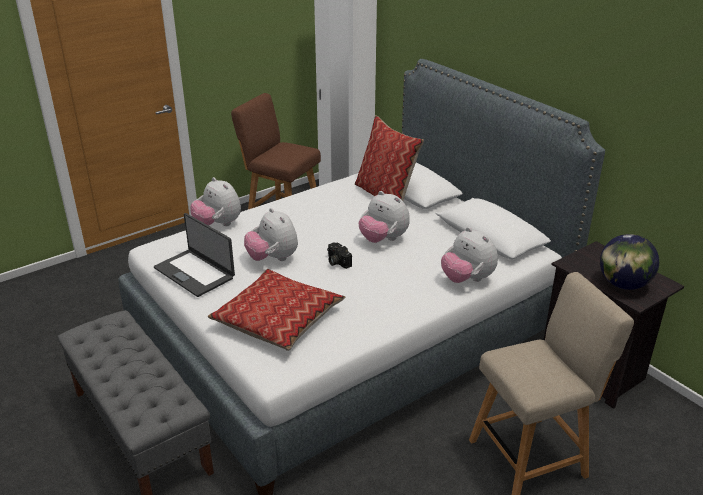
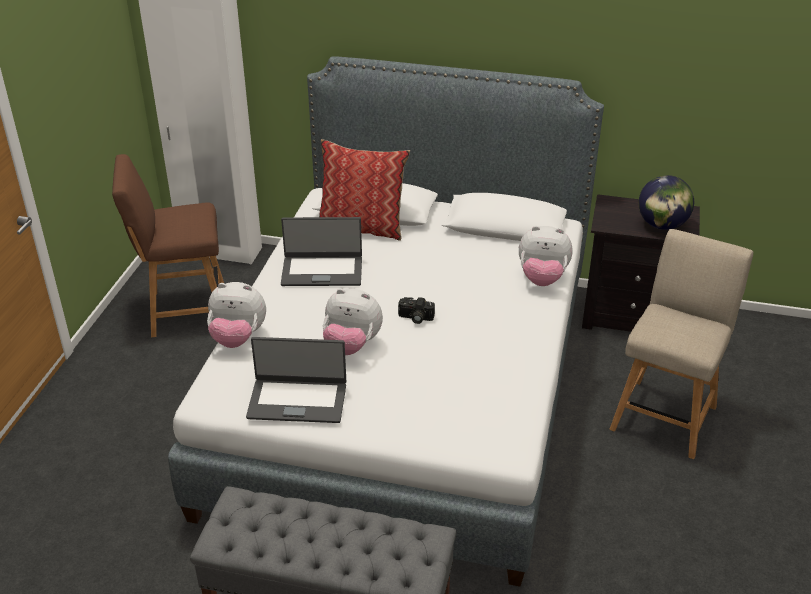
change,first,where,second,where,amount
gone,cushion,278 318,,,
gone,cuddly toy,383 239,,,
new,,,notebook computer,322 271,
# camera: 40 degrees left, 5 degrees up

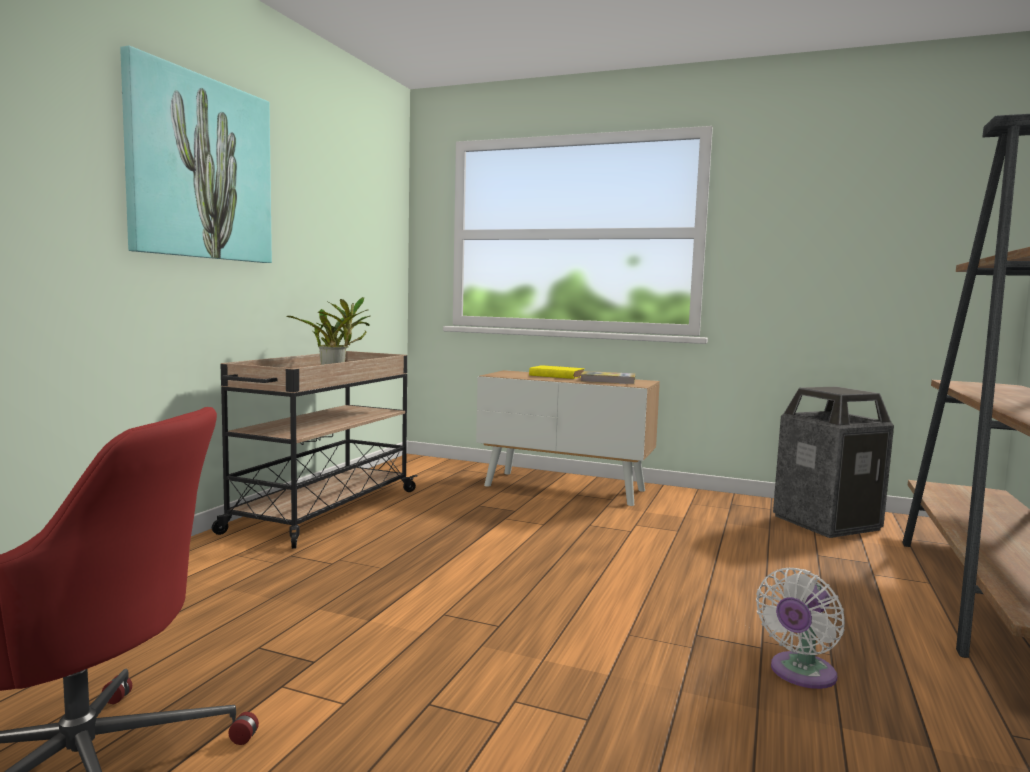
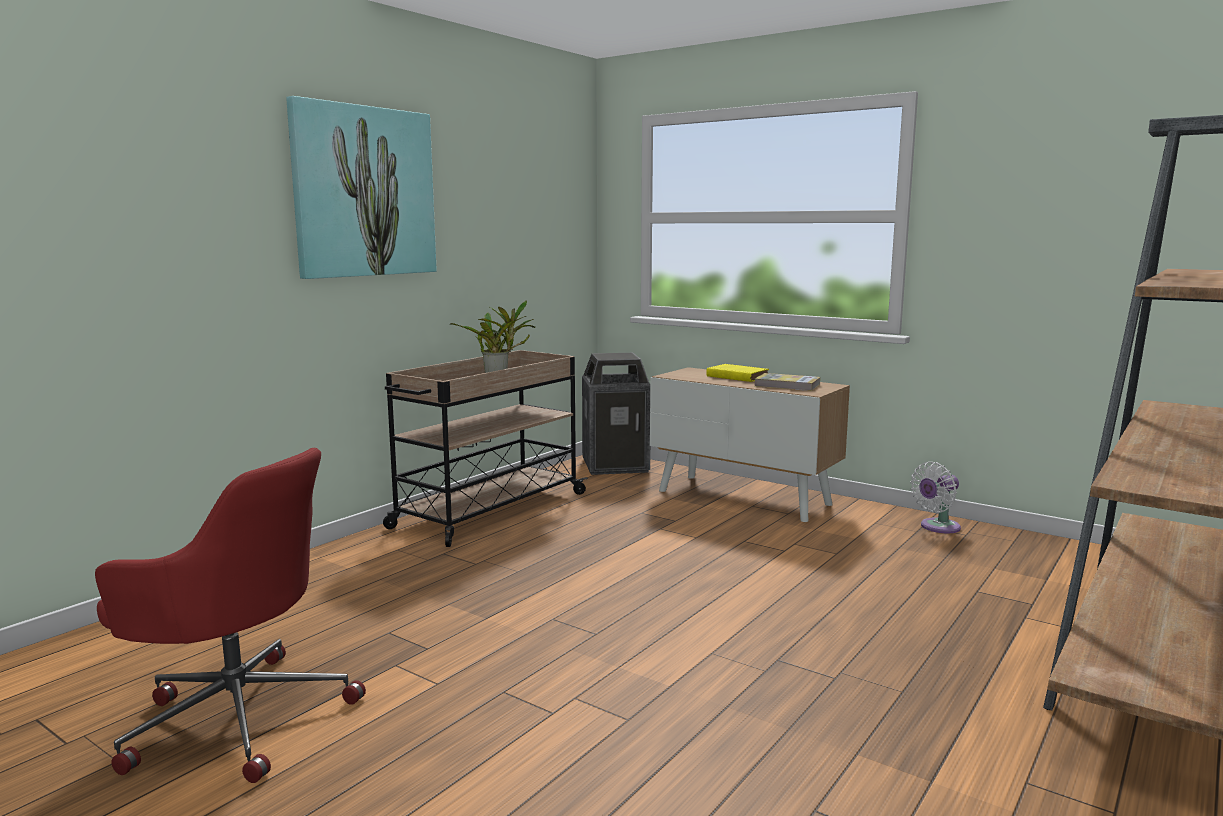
change,first,where,second,where,amount
shifted,fan/white,800 674,,937 527,
shifted,rubbish bin,826 523,,615 465,
# camera: 15 degrees right, 5 degrees up

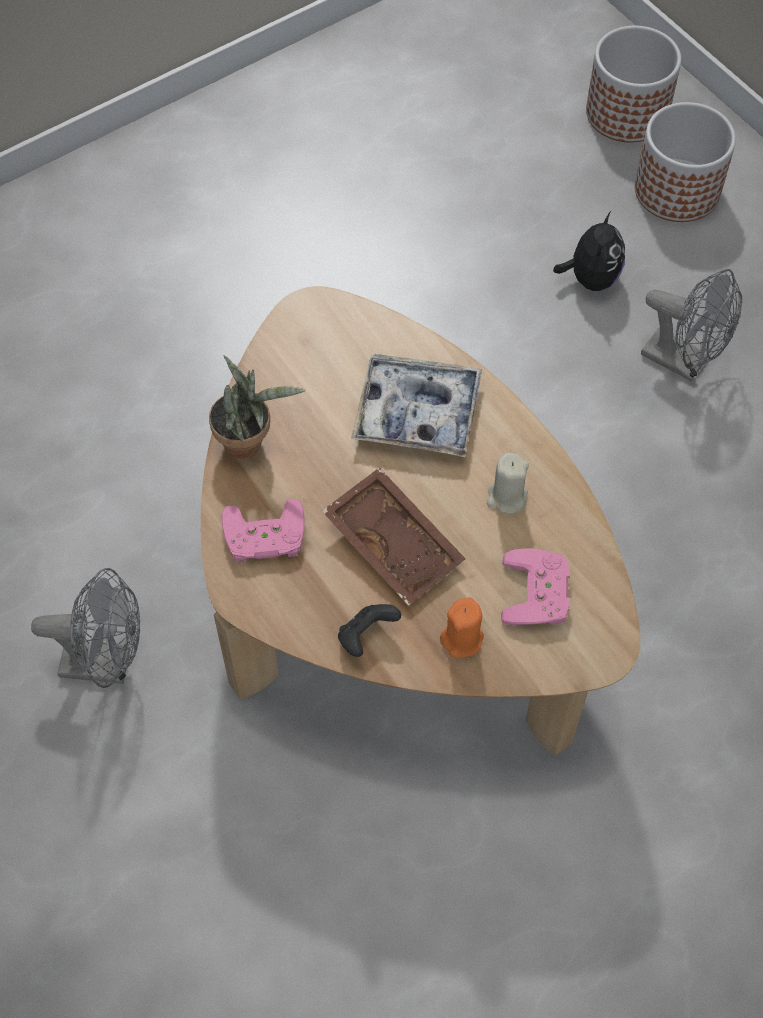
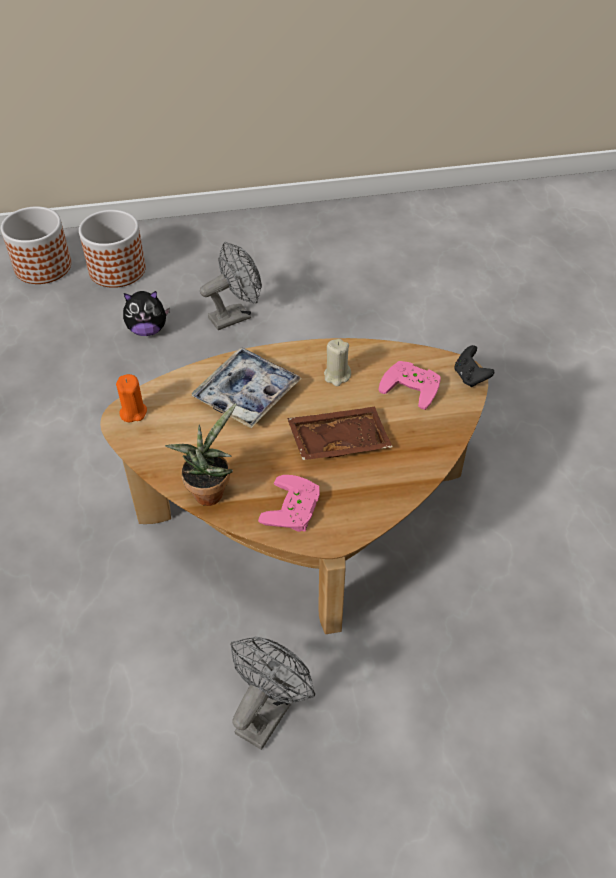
change,first,where,second,where,amount
shifted,game controller/blackish,366 636,,470 377,
shifted,wax light/orange,462 639,,133 412,
rotated,cuddly toy,590 278,,147 330,135 degrees clockwise
# camera: 65 degrees left, 10 degrees down

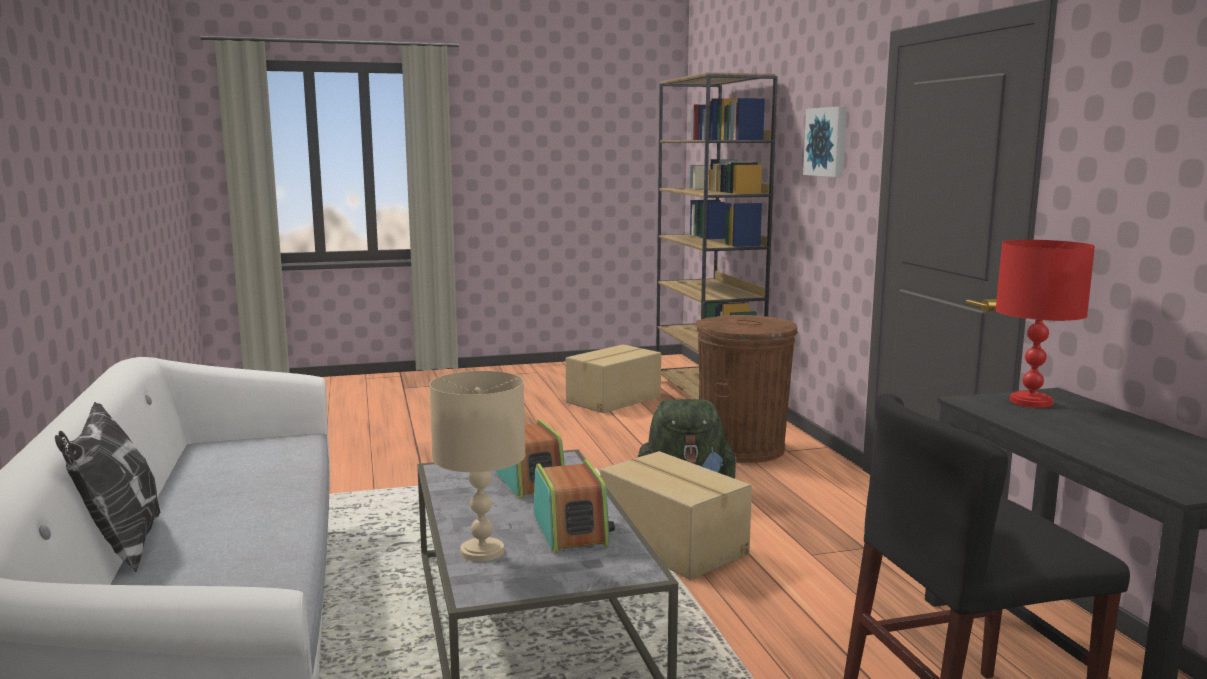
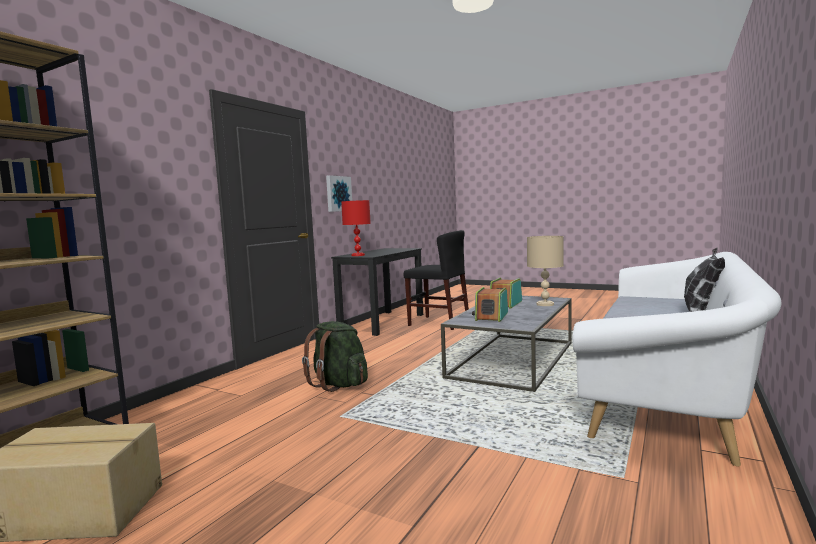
change,first,where,second,where,amount
gone,packing box,673 544,,,
gone,rubbish bin/brownish,742 448,,,
shifted,picture,827 142,,338 194,
# camera: 135 degrees left, 5 degrees down

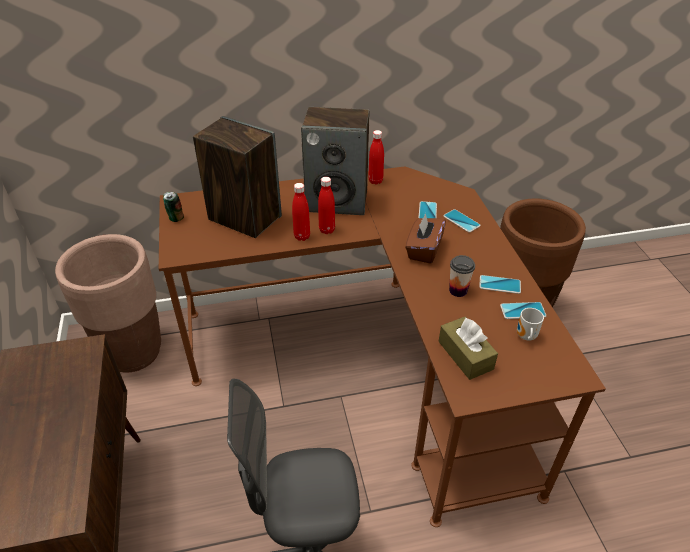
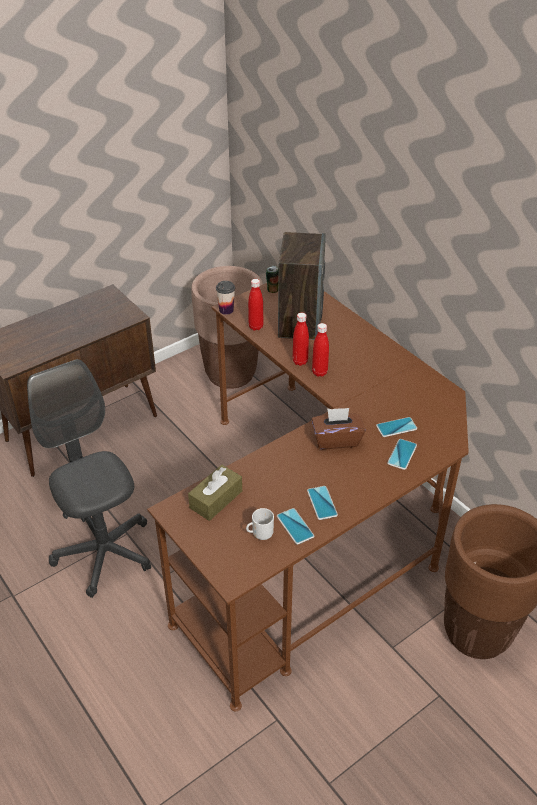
change,first,where,second,where,amount
gone,audio speaker,337 201,,,
shifted,drink bottle/red-coloured,375 181,,256 327,
shifted,cup,458 290,,226 310,
# camera: 65 degrees right, 0 degrees up

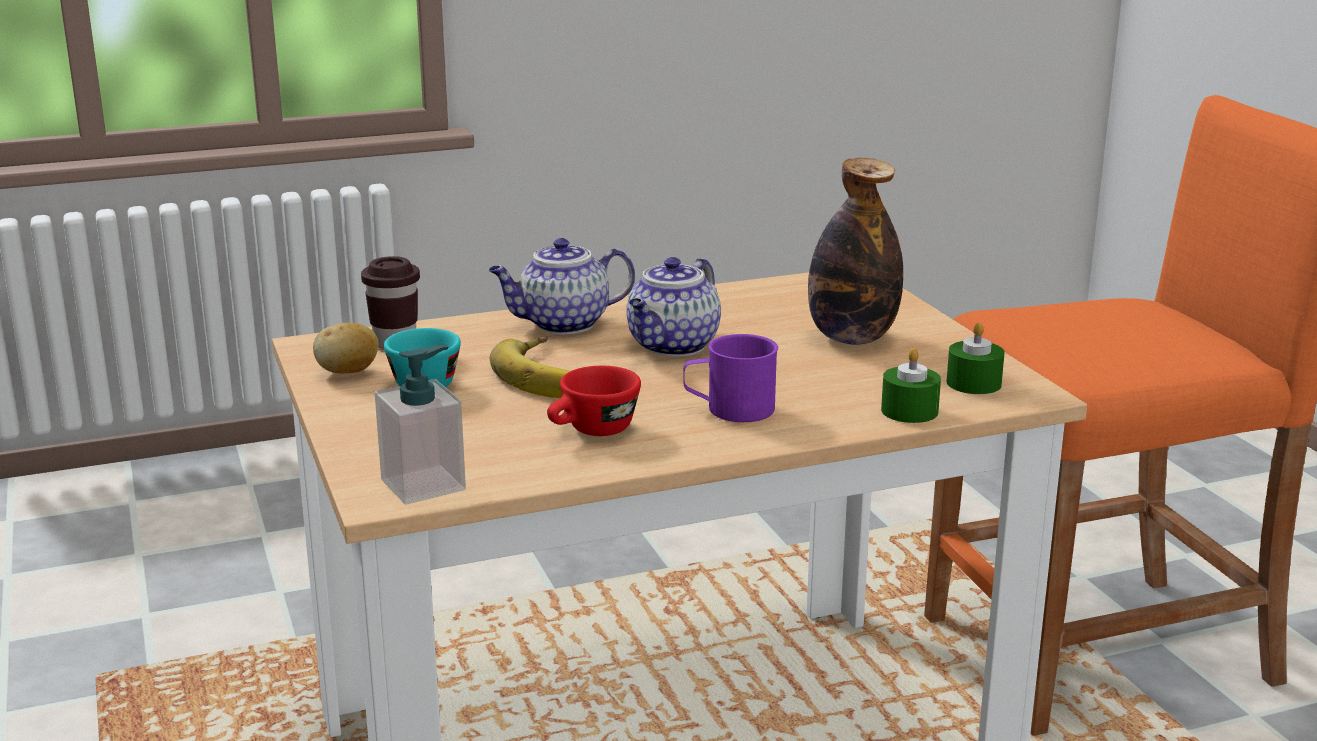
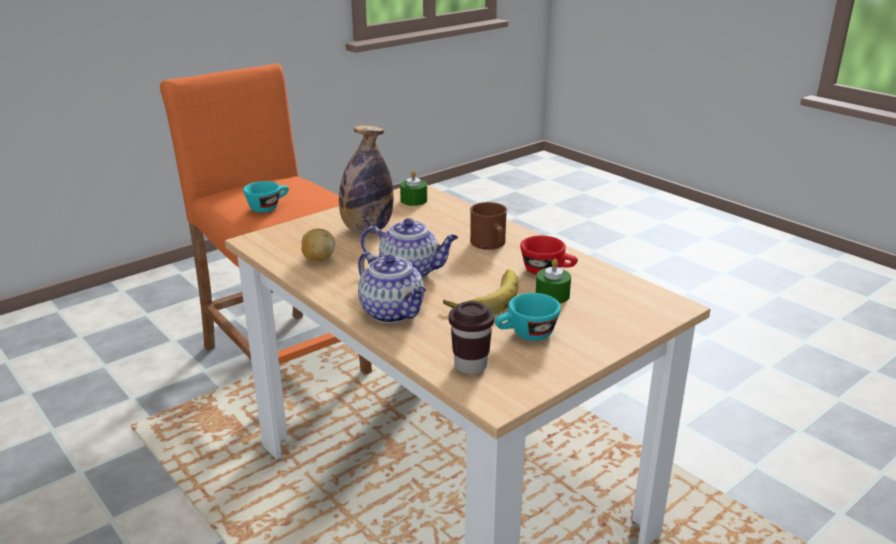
change,first,where,second,where,amount
shifted,whole potato,348 372,,318 259,
gone,liquid soap bottle,423 485,,,
repainted,tea mug/purple-coloured,729 409,tea mug/brownish,490 245,
shifted,wax light/green,909 411,,552 295,
new,,,cup/turquoise-coloured,268 207,
# camera: 110 degrees left, 5 degrees up

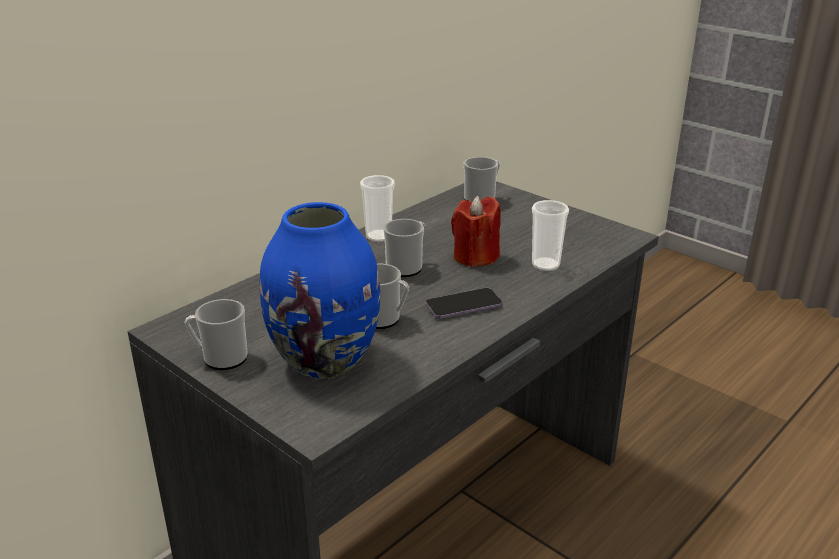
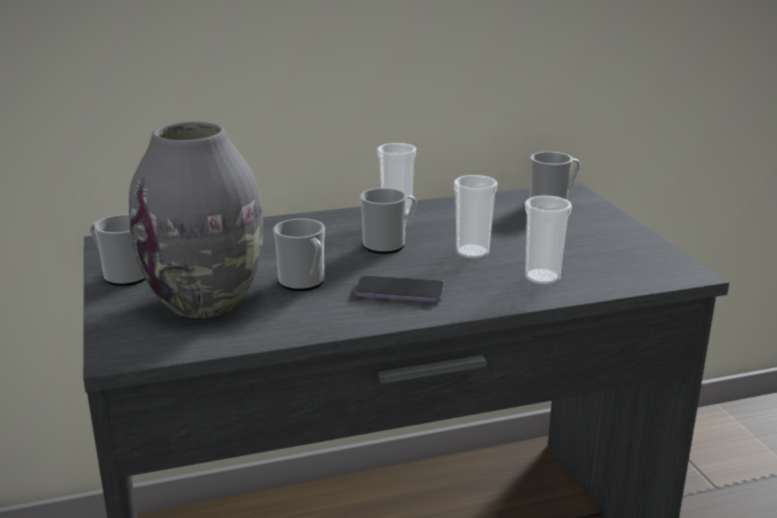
change,first,where,second,where,amount
repainted,decorative vase/bluish,326 360,decorative vase/greyish,206 301,
swapped,wax light/red-coloured,475 257,cup,472 252,
# camera: 30 degrees right, 5 degrees down

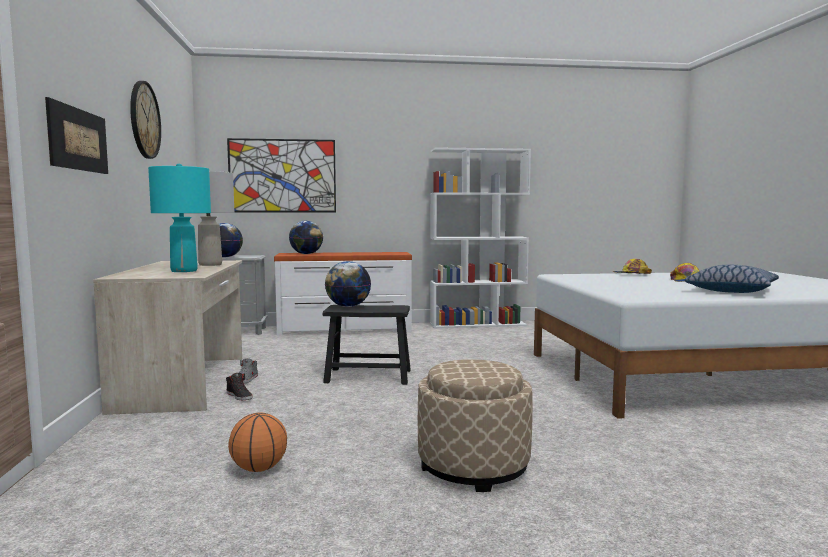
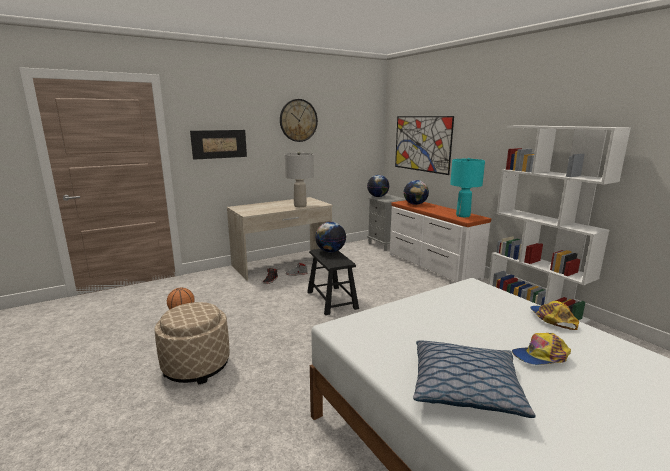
change,first,where,second,where,amount
shifted,tabletop lamp/turquoise-coloured,184 271,,463 215,
# camera: 65 degrees right, 10 degrees up

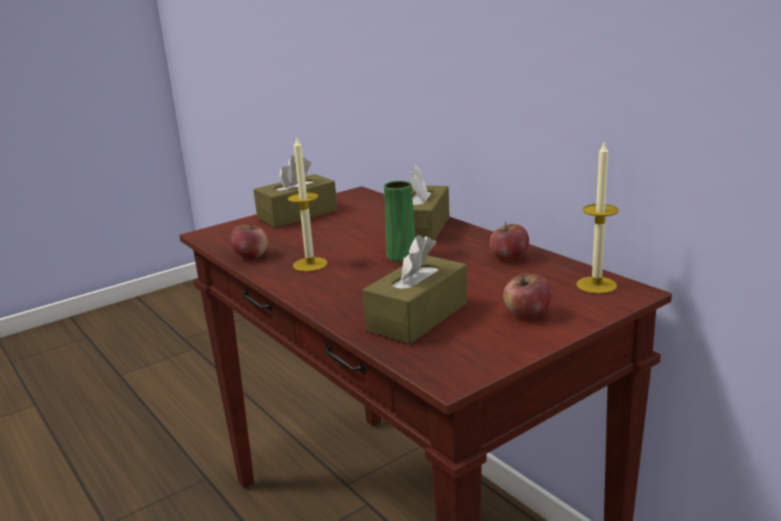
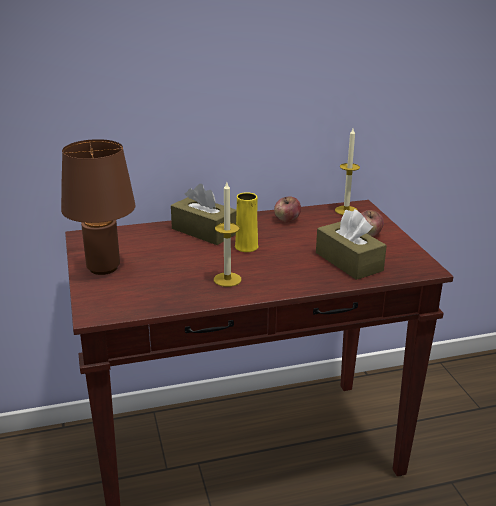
change,first,where,second,where,amount
gone,apple,251 256,,,
swapped,tissue box/brownish,297 215,tabletop lamp/brownish,103 267,
repainted,decorative vase/green,401 255,decorative vase/yellowish,246 247,
# camera: 70 degrees left, 5 degrees up

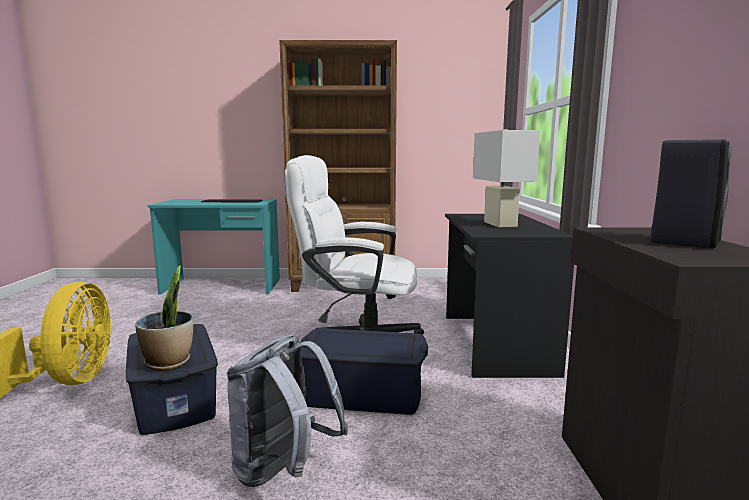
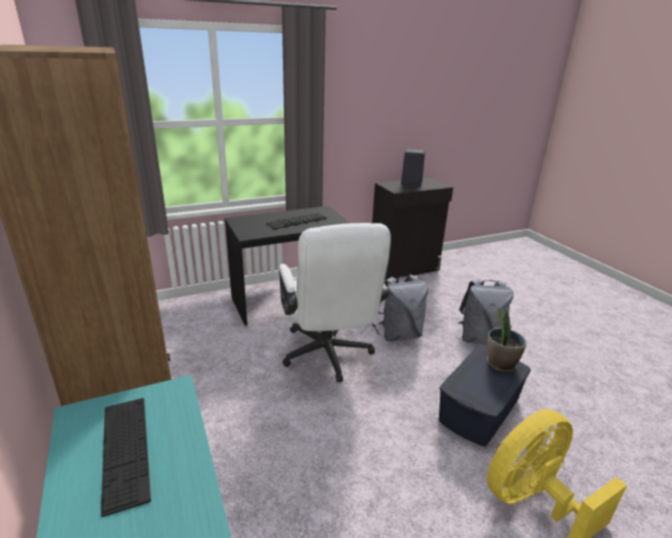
change,first,where,second,where,amount
swapped,storage box/bluish,363 394,rucksack/greyish,399 334,
swapped,tabletop lamp/white,500 224,keyboard,297 221,
# camera: 115 degrees left, 15 degrees up

